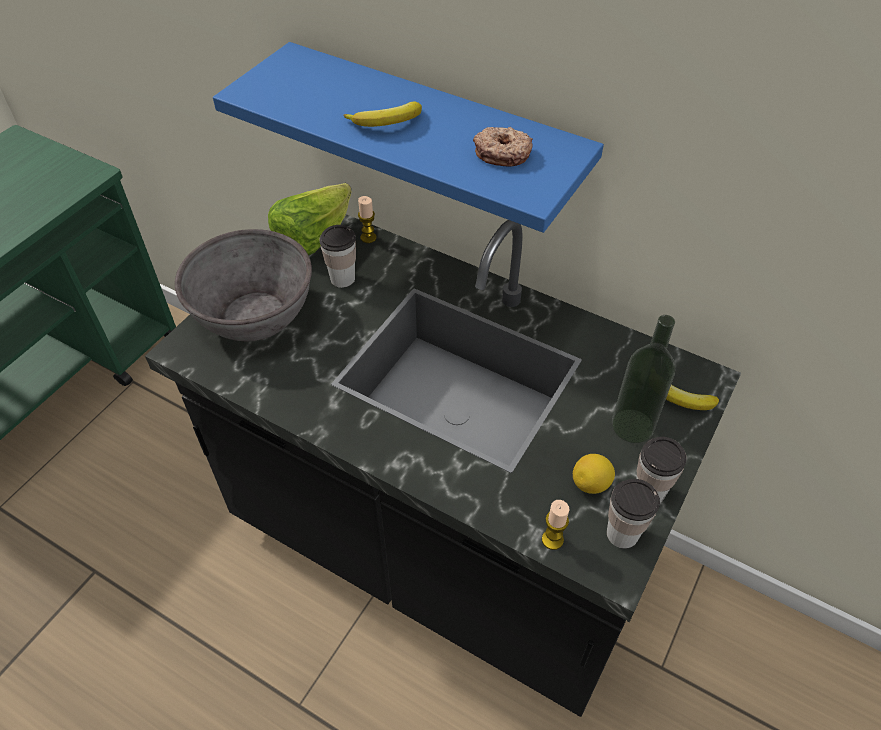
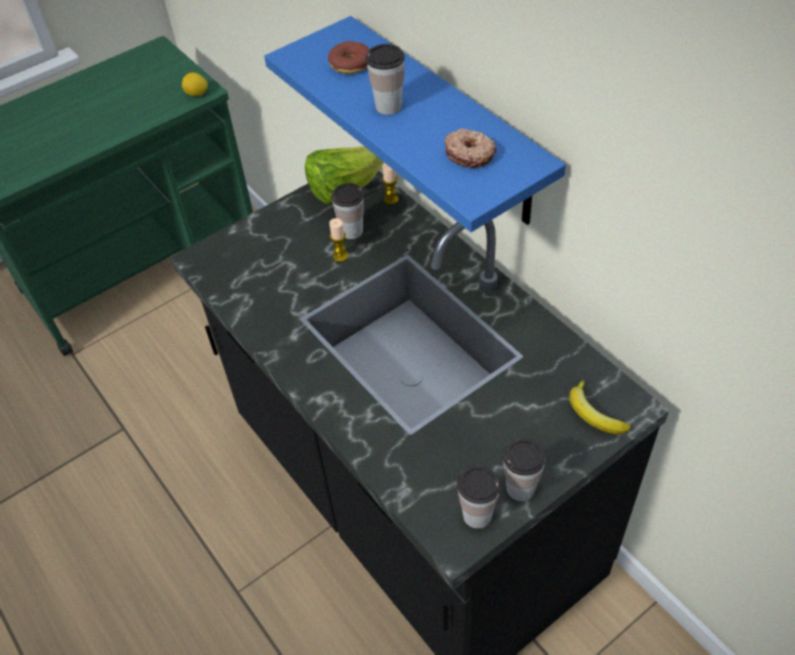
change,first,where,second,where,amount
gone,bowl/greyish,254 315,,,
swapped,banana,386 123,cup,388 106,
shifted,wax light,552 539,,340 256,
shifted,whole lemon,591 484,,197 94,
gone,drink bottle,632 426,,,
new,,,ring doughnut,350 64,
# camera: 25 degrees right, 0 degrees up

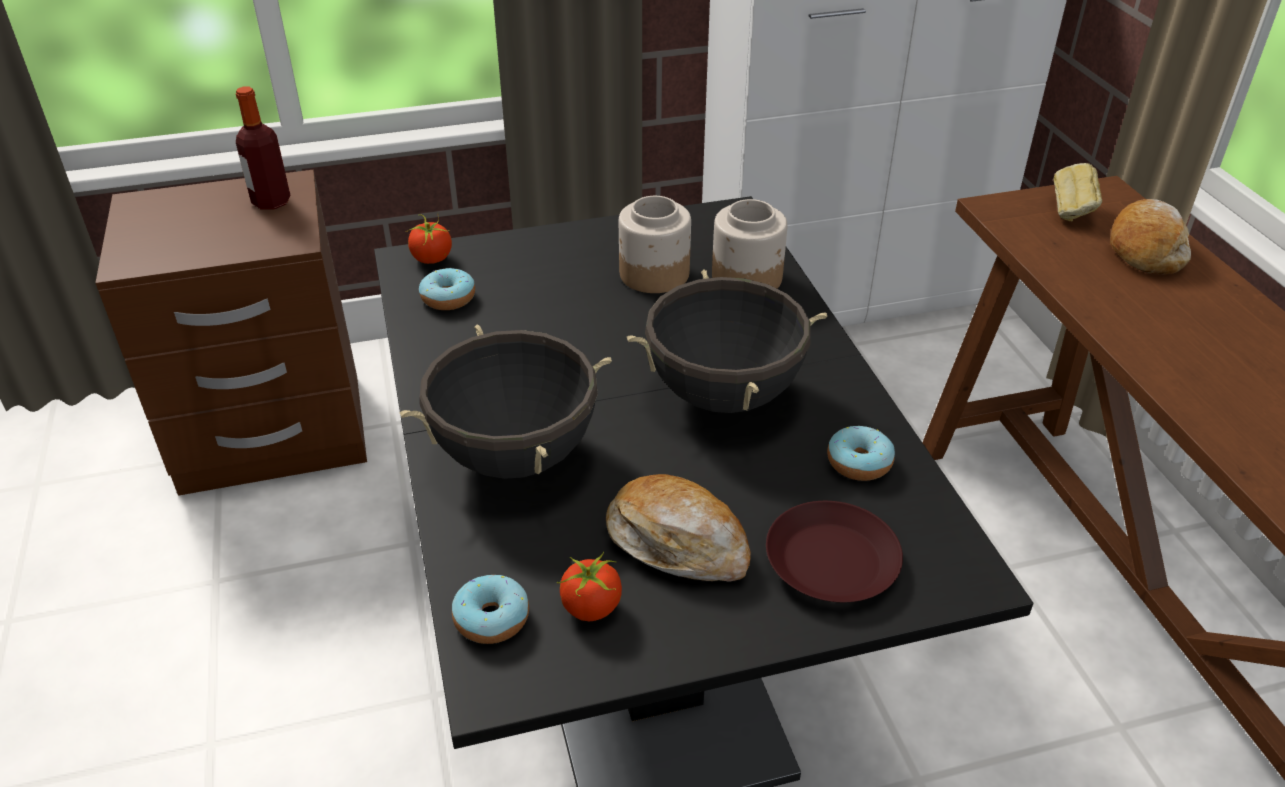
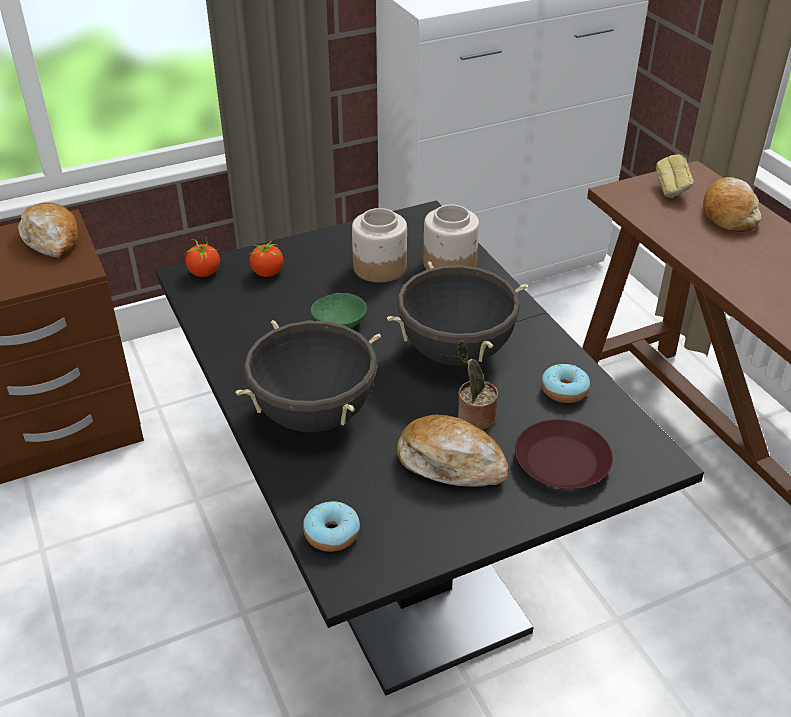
change,first,where,second,where,amount
swapped,drink bottle,271 202,bakery bread,52 239,
gone,ring doughnut,448 298,,,
shifted,tomato,591 608,,267 273,
new,,,bowl/green,339 323,
new,,,plant in a pot,473 418,
# camera: 10 degrees left, 0 degrees up

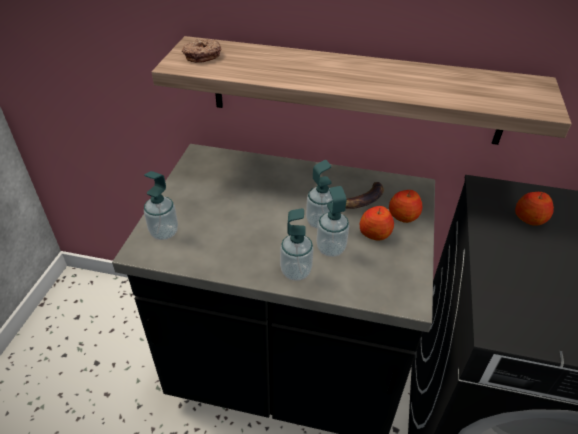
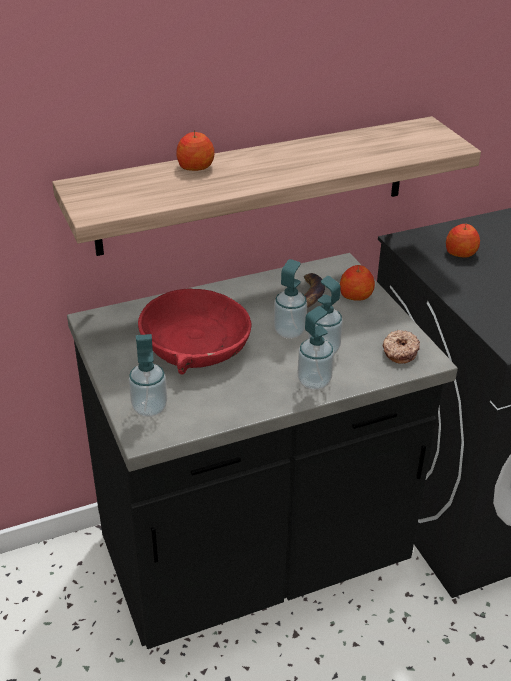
change,first,where,second,where,amount
shifted,ring doughnut,202 56,,399 352,
shifted,apple,375 233,,195 166,
new,,,bowl/red-coloured,195 344,
# camera: 35 degrees left, 5 degrees down

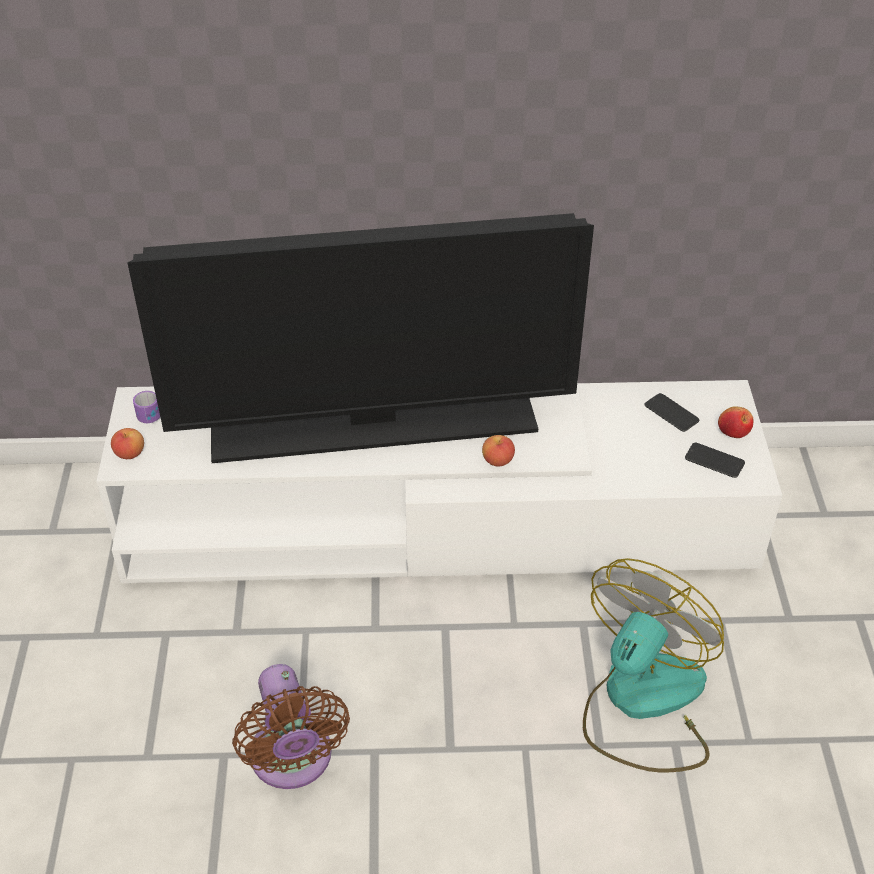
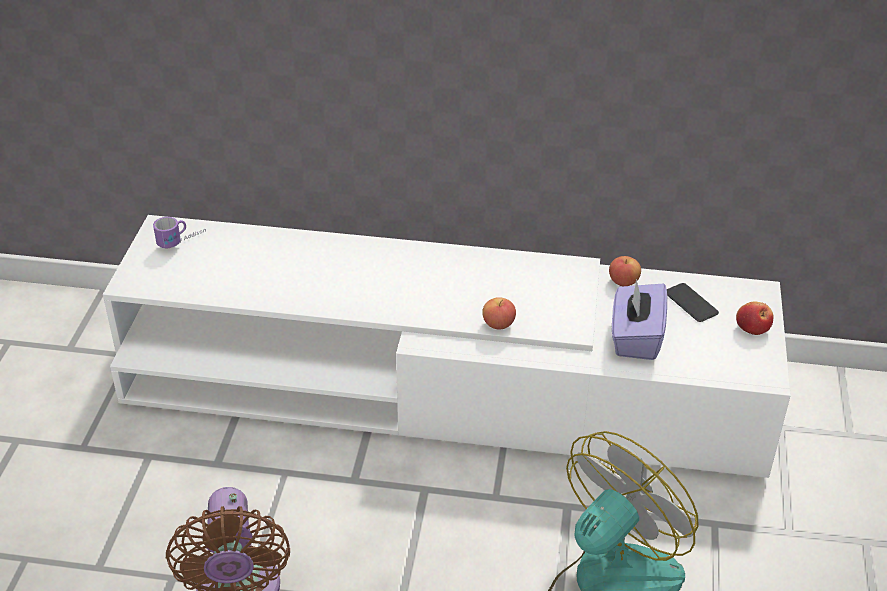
change,first,where,second,where,amount
shifted,apple,130 453,,623 282,
gone,TV,375 427,,,
gone,handset,714 461,,,
new,,,tissue box/purple-coloured,635 338,
# camera: 10 degrees right, 5 degrees down

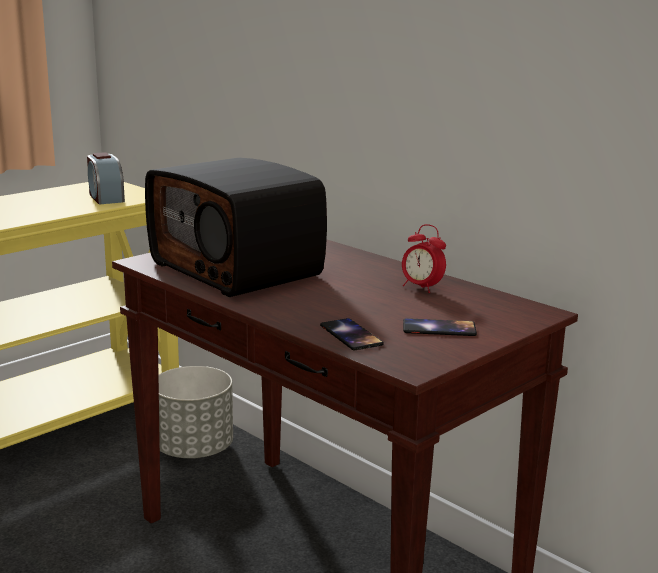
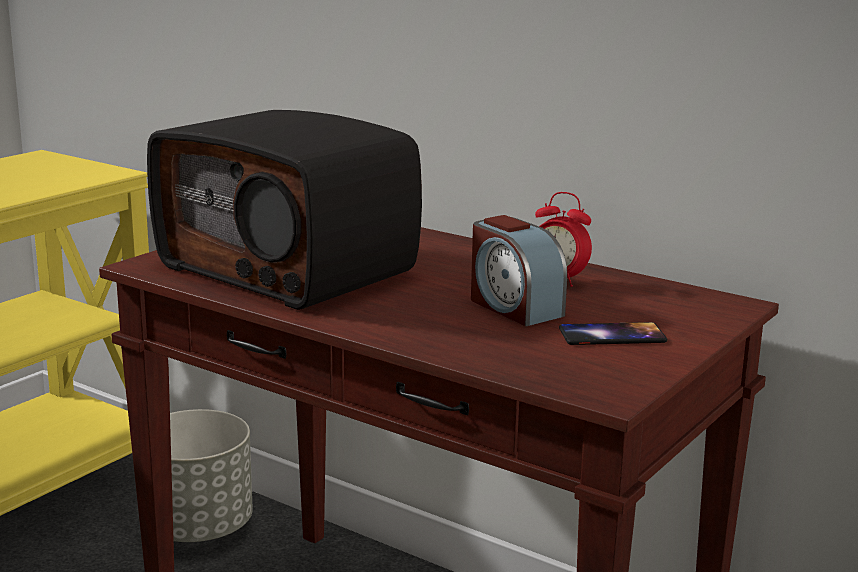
change,first,where,second,where,amount
shifted,bedside clock,105 198,,514 307,
gone,handset,351 335,,,
# camera: 10 degrees left, 0 degrees up

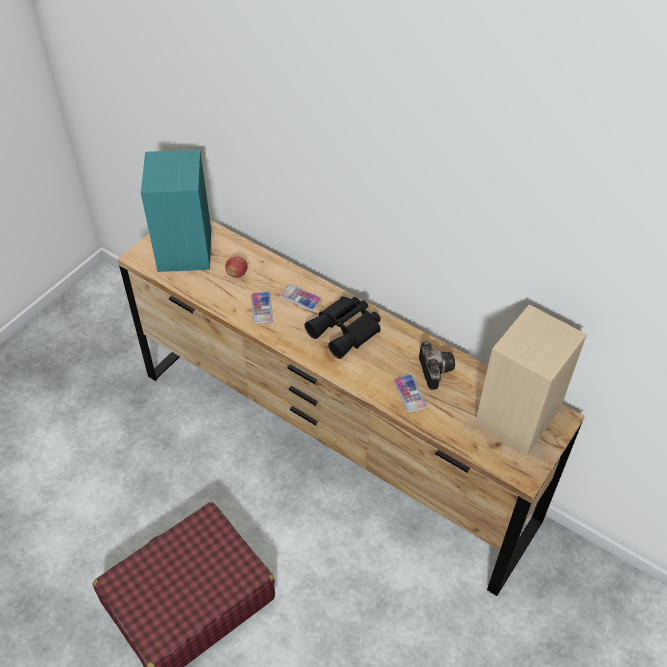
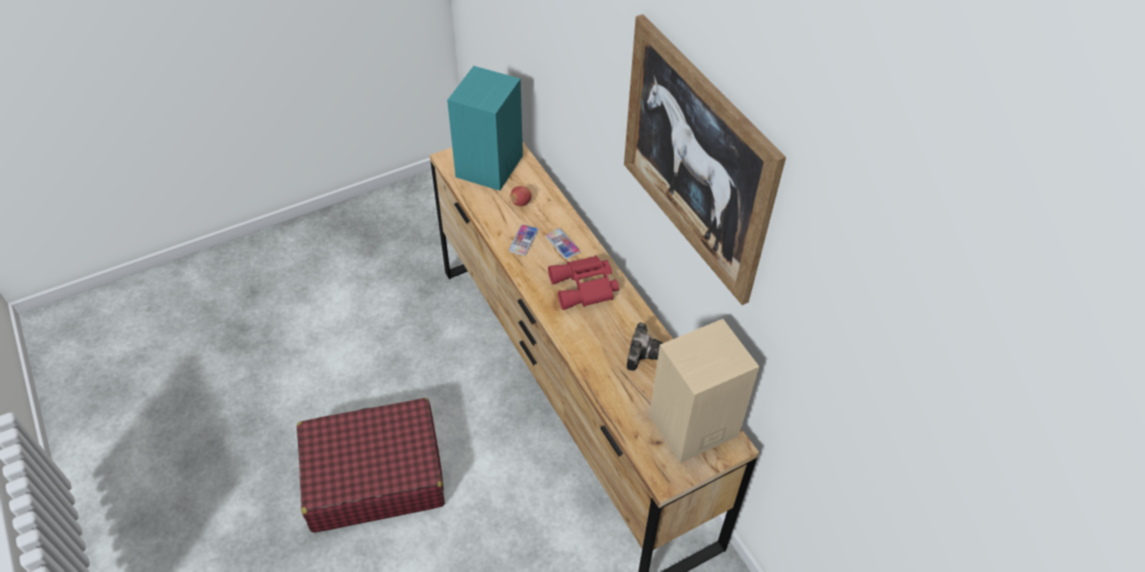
change,first,where,second,where,amount
repainted,field glasses/blackish,346 330,field glasses/red-coloured,585 288,
gone,handset,409 393,,,
new,,,picture,696 160,
# camera: 25 degrees right, 0 degrees up

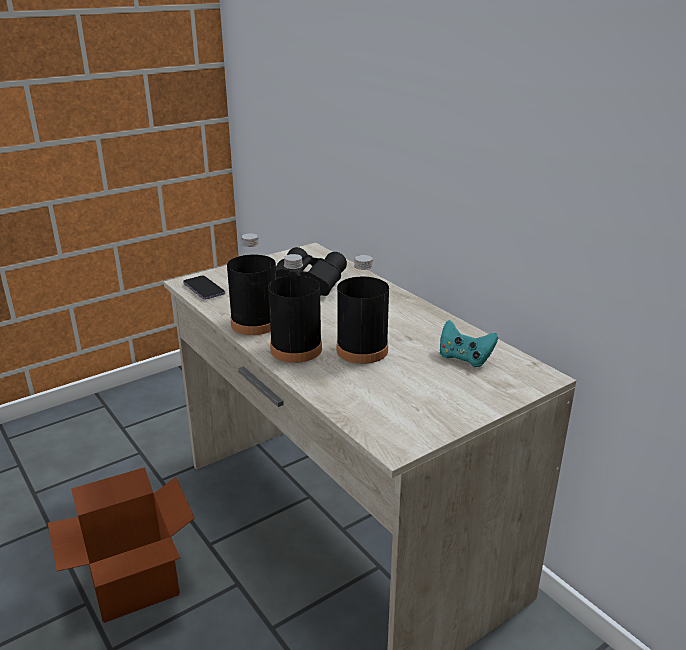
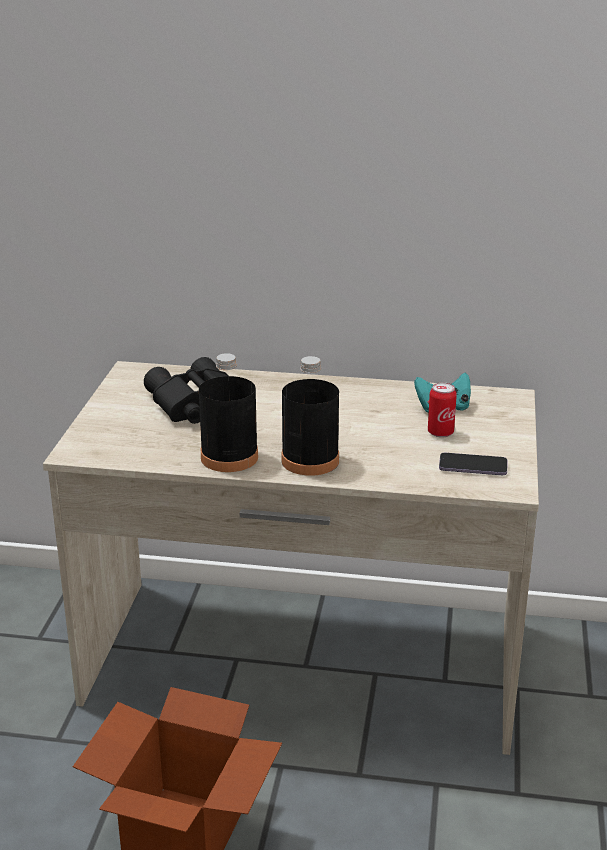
change,first,where,second,where,amount
shifted,handset,204 289,,473 466,
gone,drink bottle/blackish,362 350,,,
new,,,metal can,440 433,
# camera: 45 degrees left, 0 degrees up

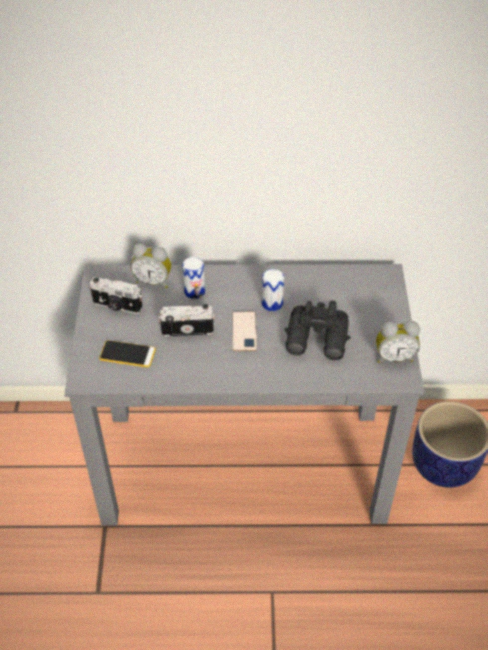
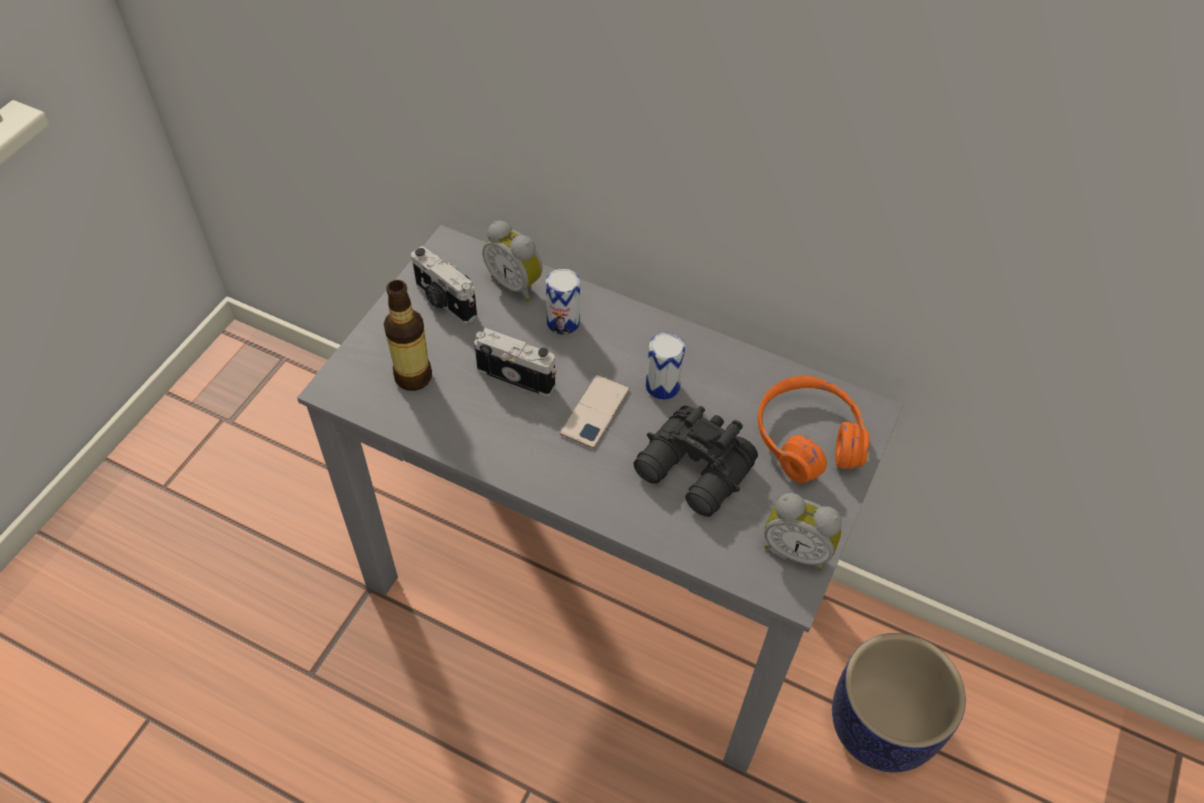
change,first,where,second,where,amount
swapped,handset,127 354,drink bottle,413 377,
new,,,headphones/orange,807 439,
# camera: 25 degrees right, 5 degrees up

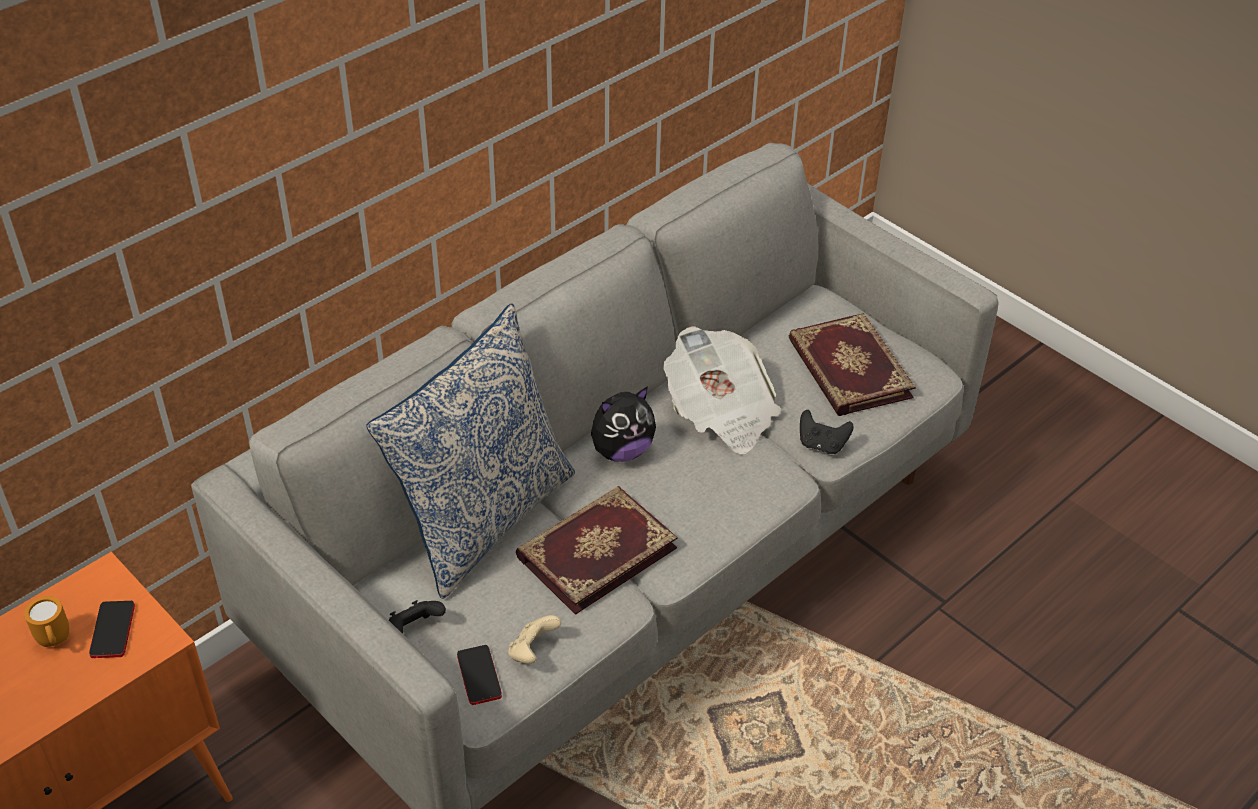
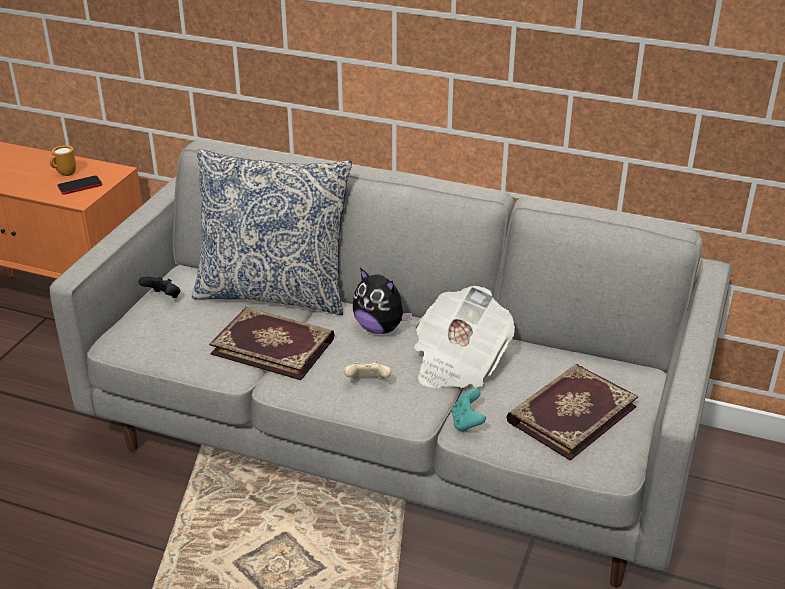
change,first,where,second,where,amount
gone,handset,479 675,,,
shifted,game controller/beige,532 651,,368 383,
repainted,game controller/blackish,822 445,game controller/turquoise-coloured,467 423,
# camera: 65 degrees right, 10 degrees down

